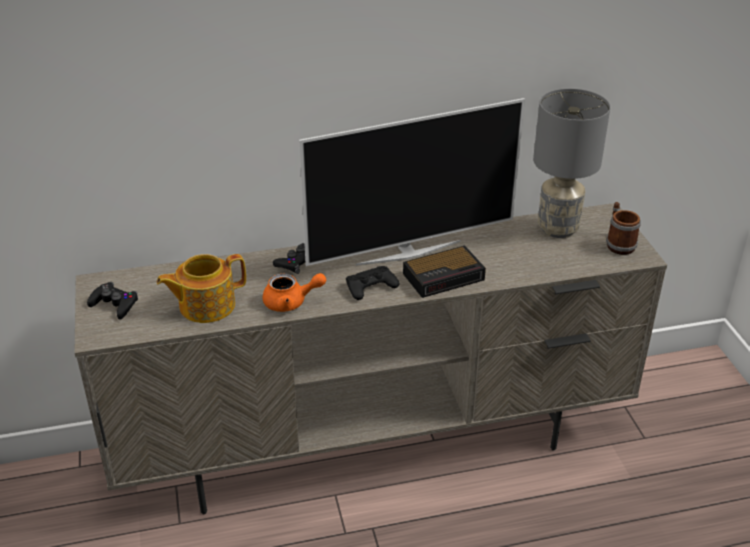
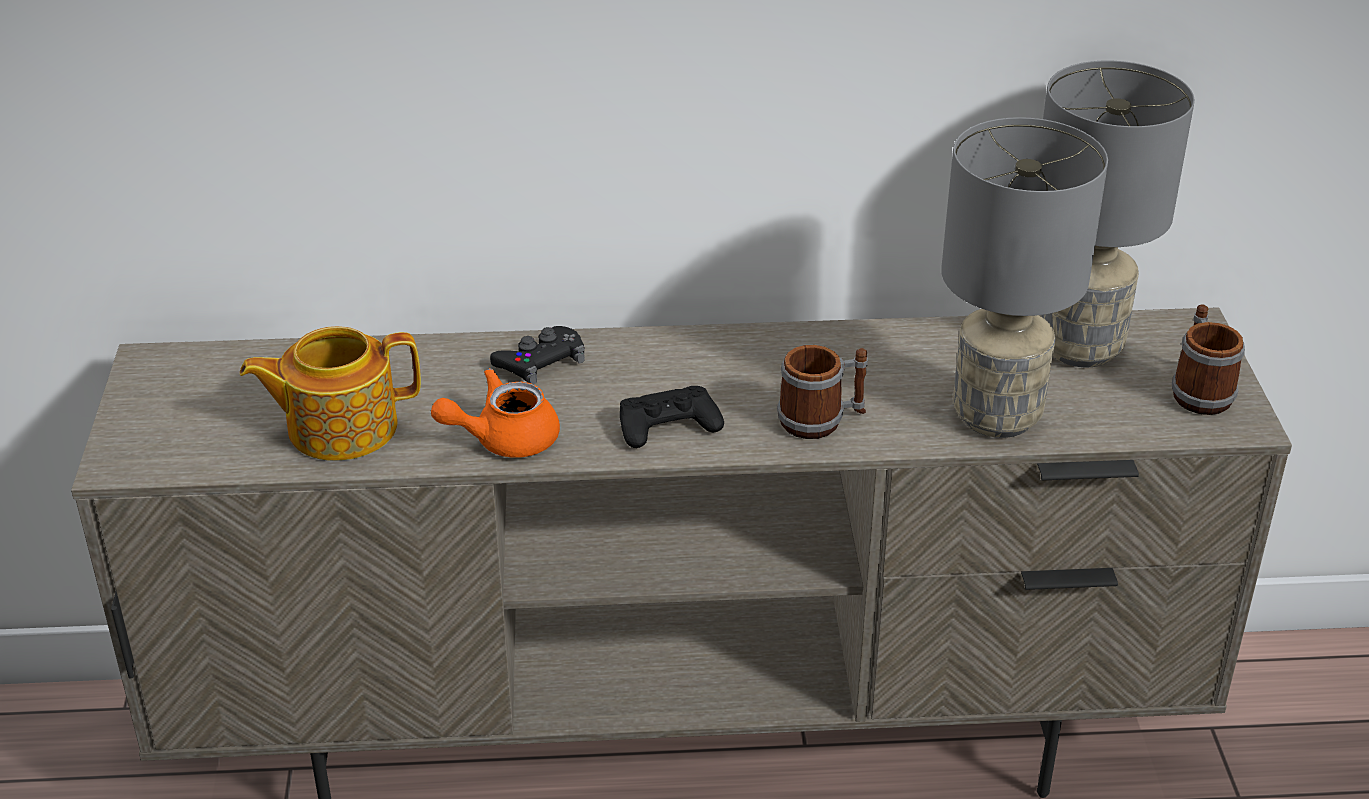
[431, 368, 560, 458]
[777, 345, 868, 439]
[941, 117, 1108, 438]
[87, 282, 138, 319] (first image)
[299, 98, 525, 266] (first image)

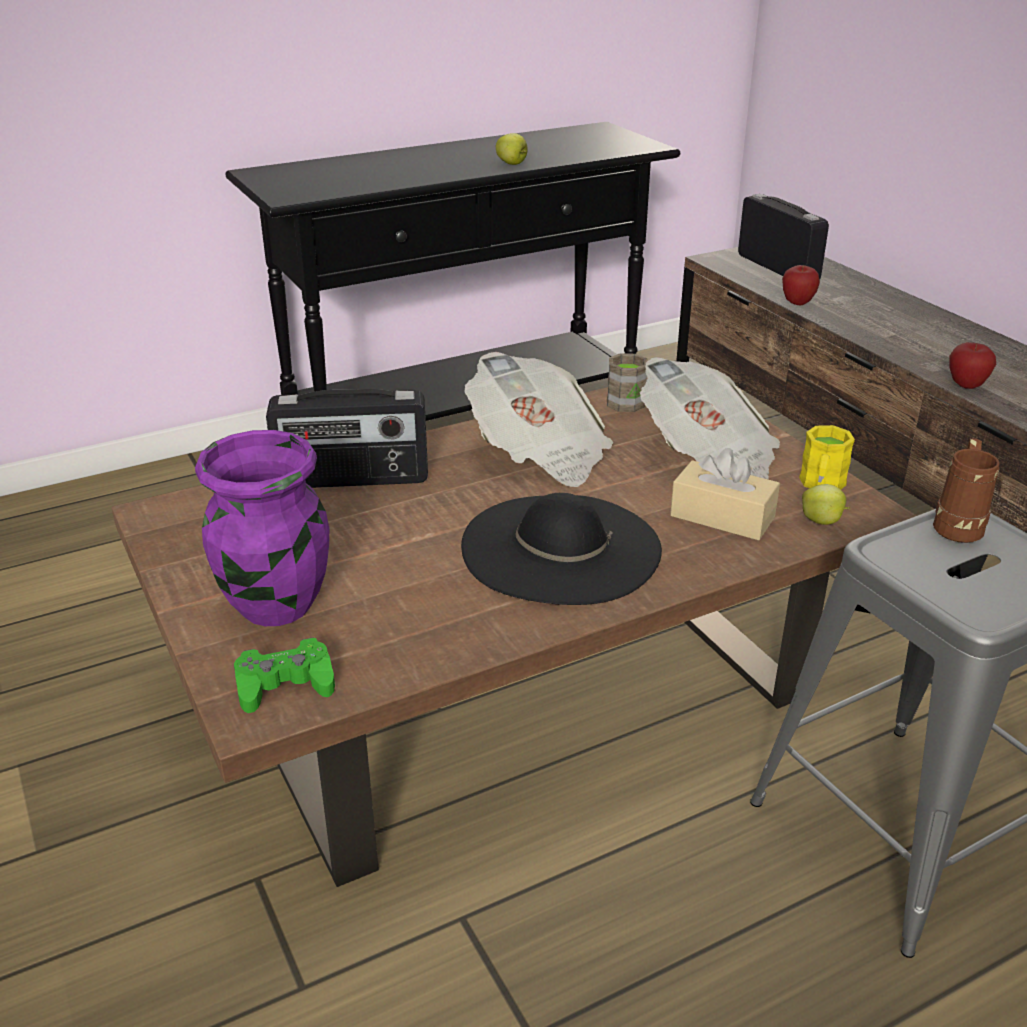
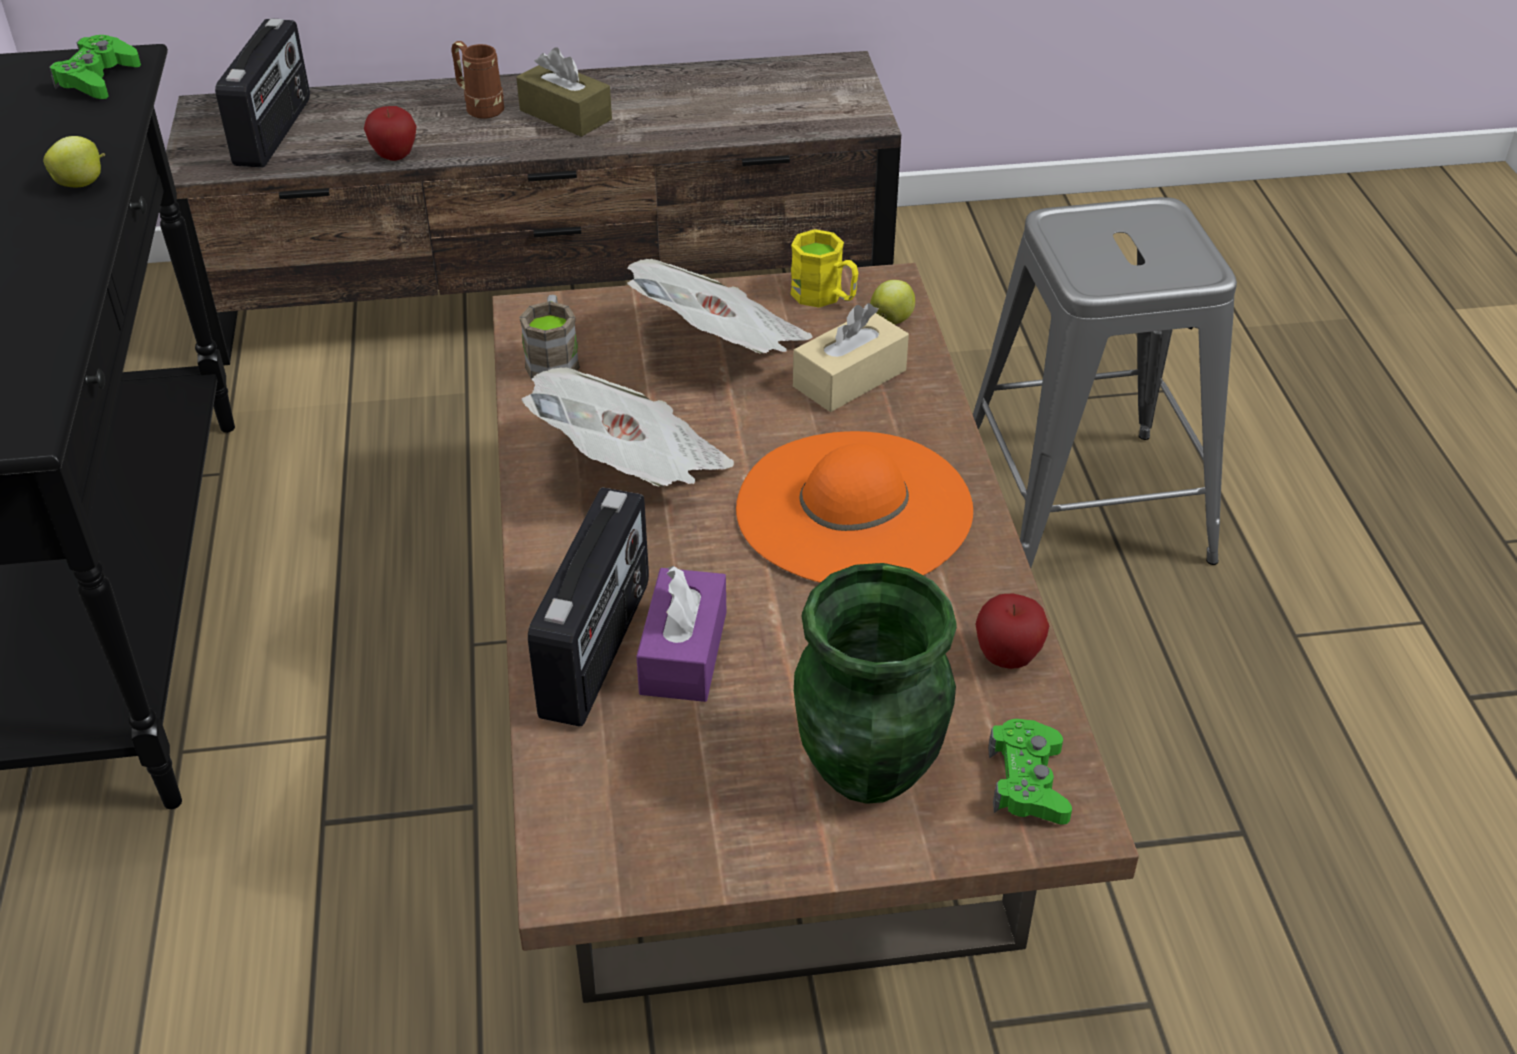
[49, 35, 141, 99]
[215, 18, 310, 168]
[451, 41, 504, 119]
[516, 48, 612, 137]
[636, 566, 726, 702]
[736, 431, 973, 583]
[794, 563, 957, 804]
[976, 594, 1049, 669]

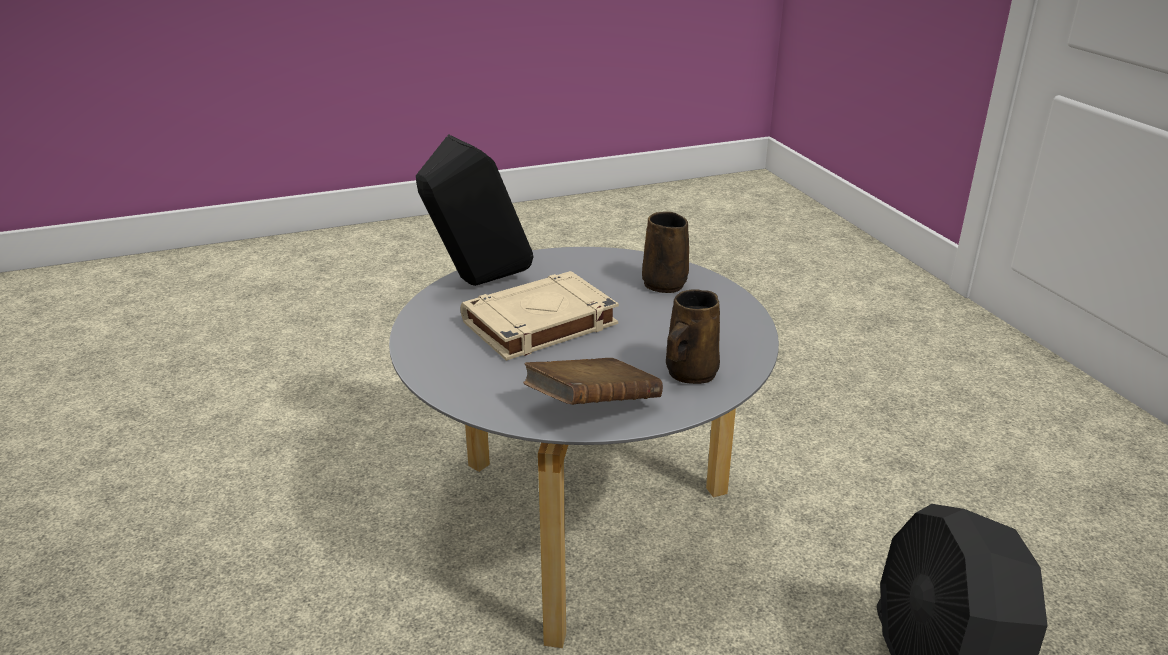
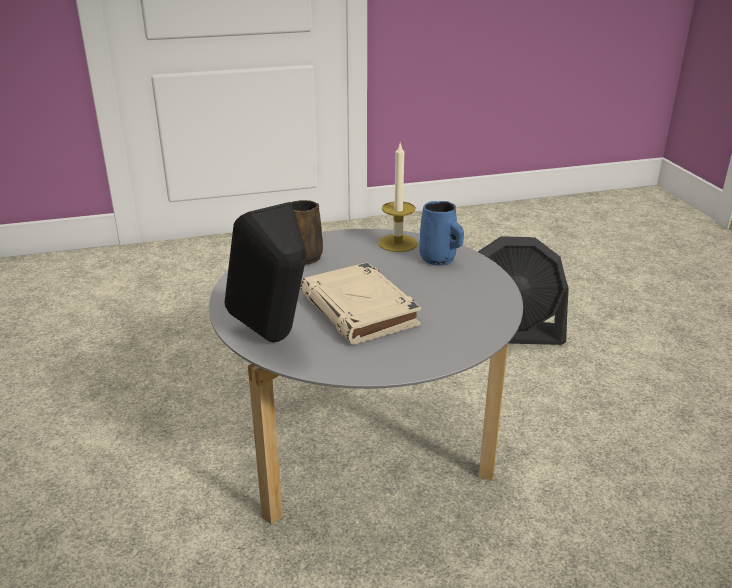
[378, 142, 417, 252]
[419, 201, 464, 266]
[523, 358, 663, 405] (first image)

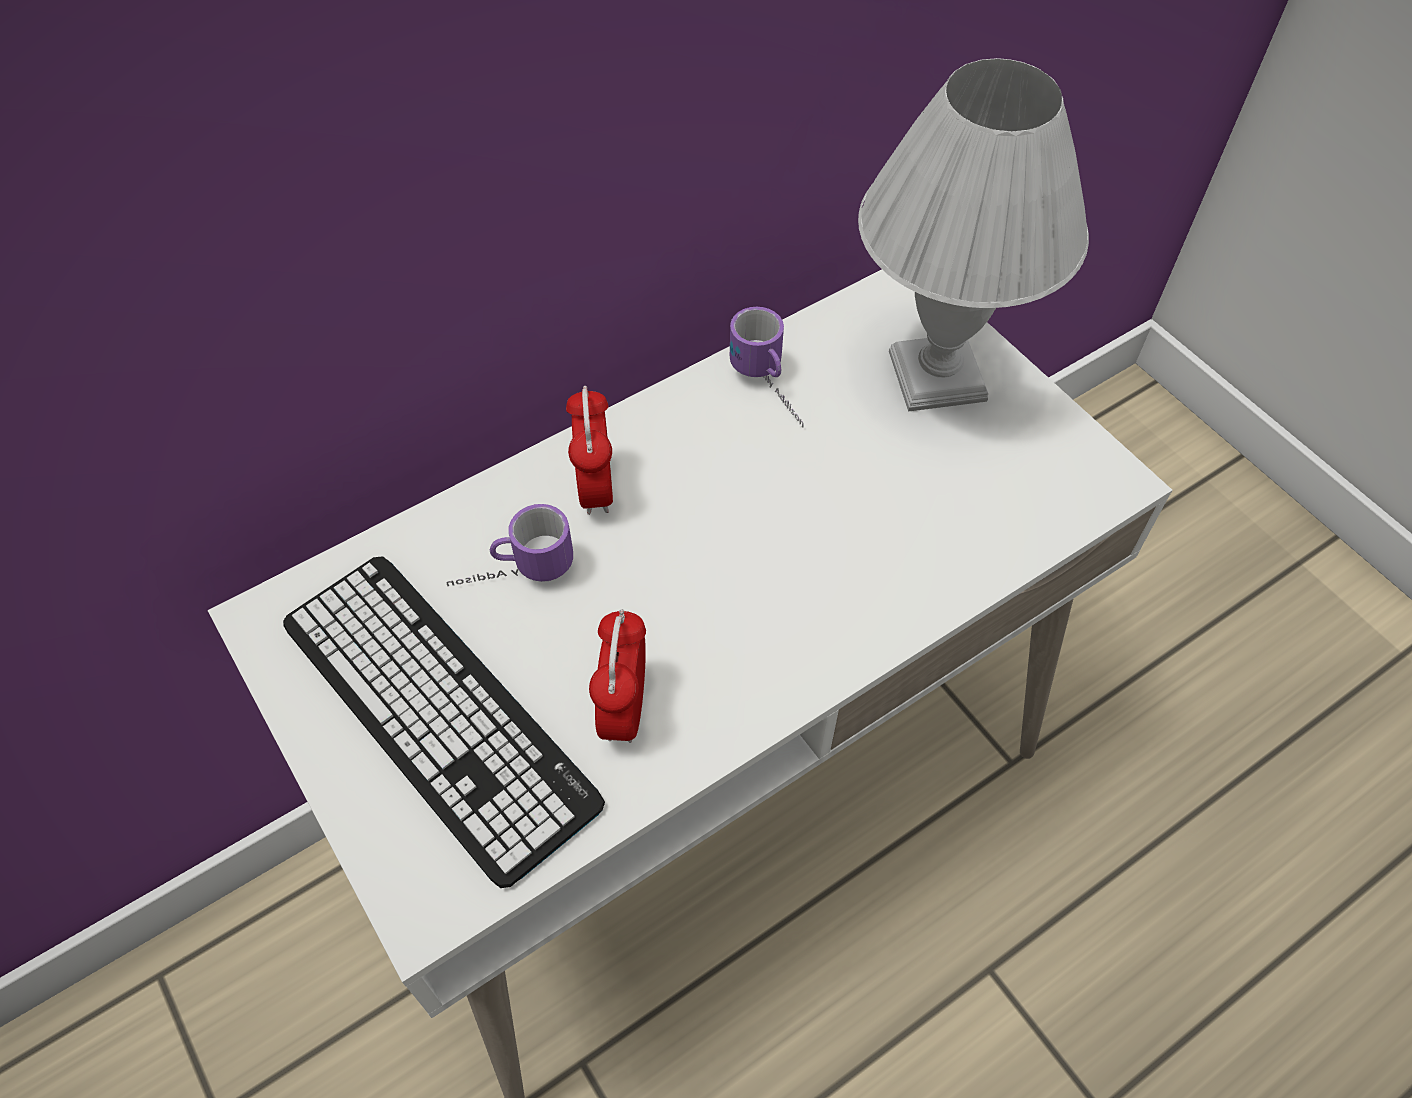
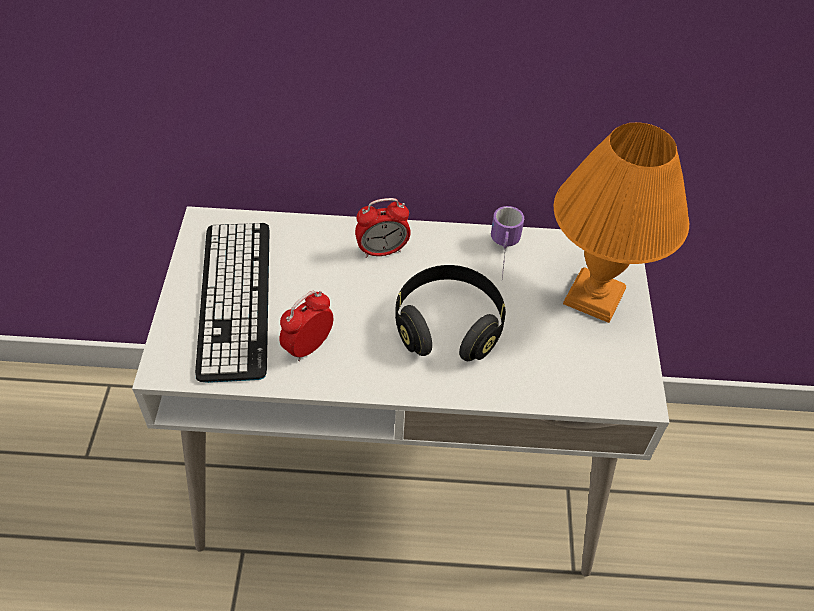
[355, 198, 411, 258]
[395, 265, 506, 361]
[554, 122, 689, 323]
[447, 504, 573, 586] (first image)

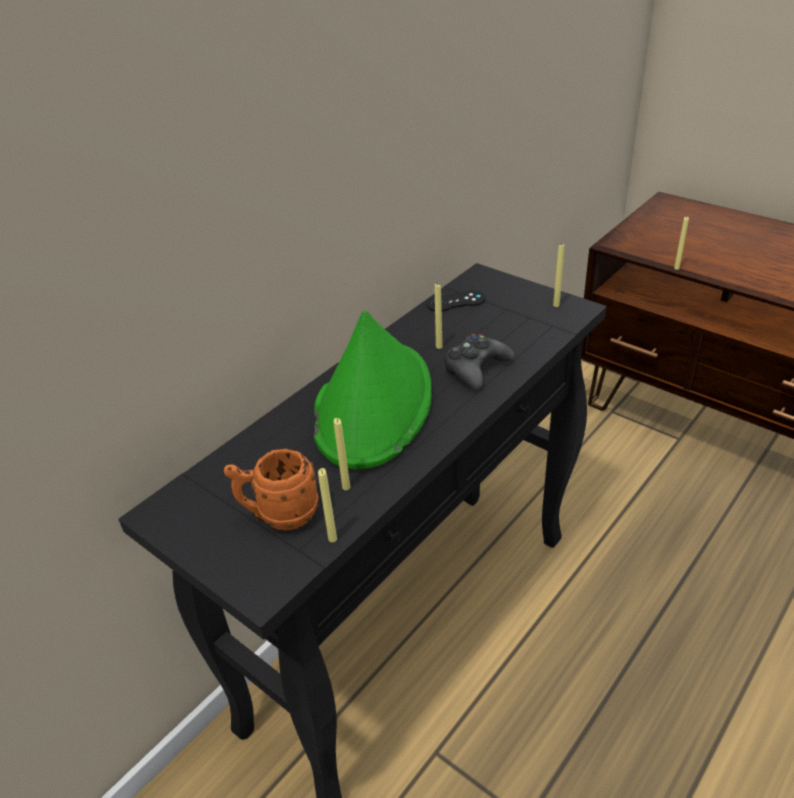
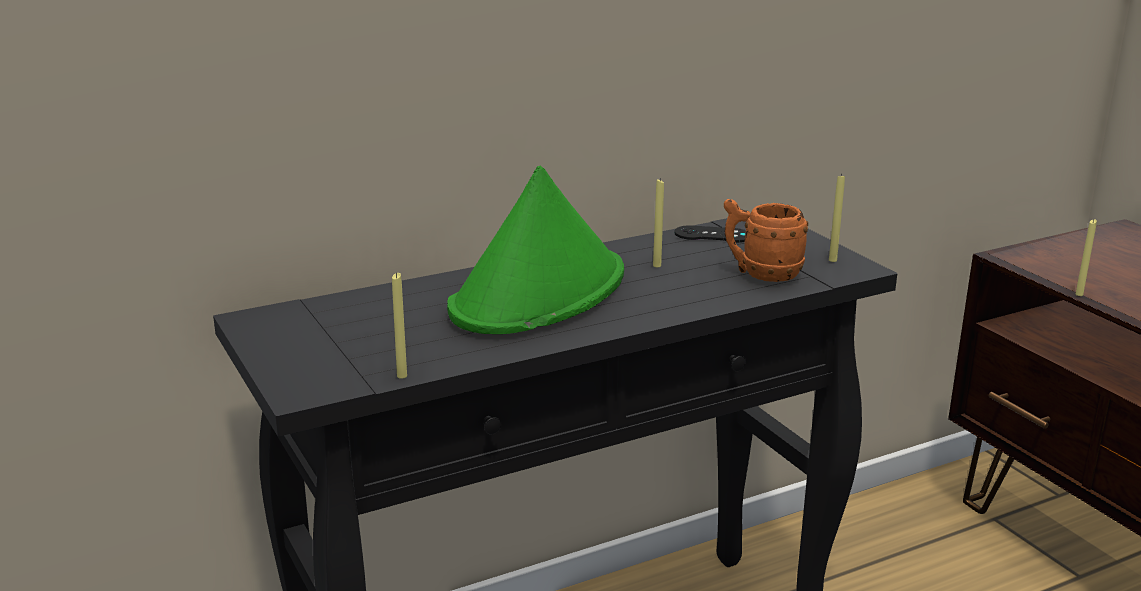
[724, 199, 808, 282]
[334, 418, 350, 490] (first image)
[445, 334, 514, 390] (first image)

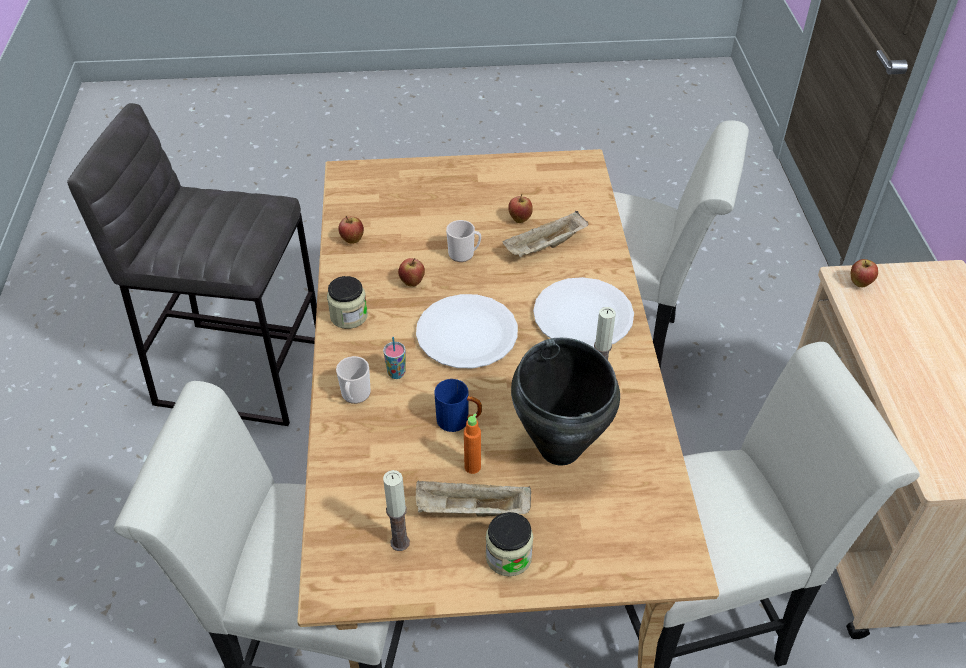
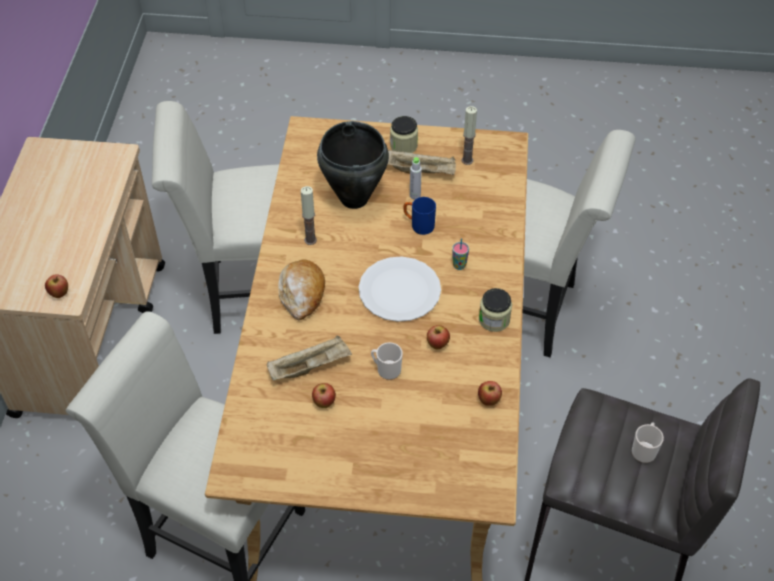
[278, 259, 325, 320]
[410, 157, 422, 199]
[632, 422, 664, 463]

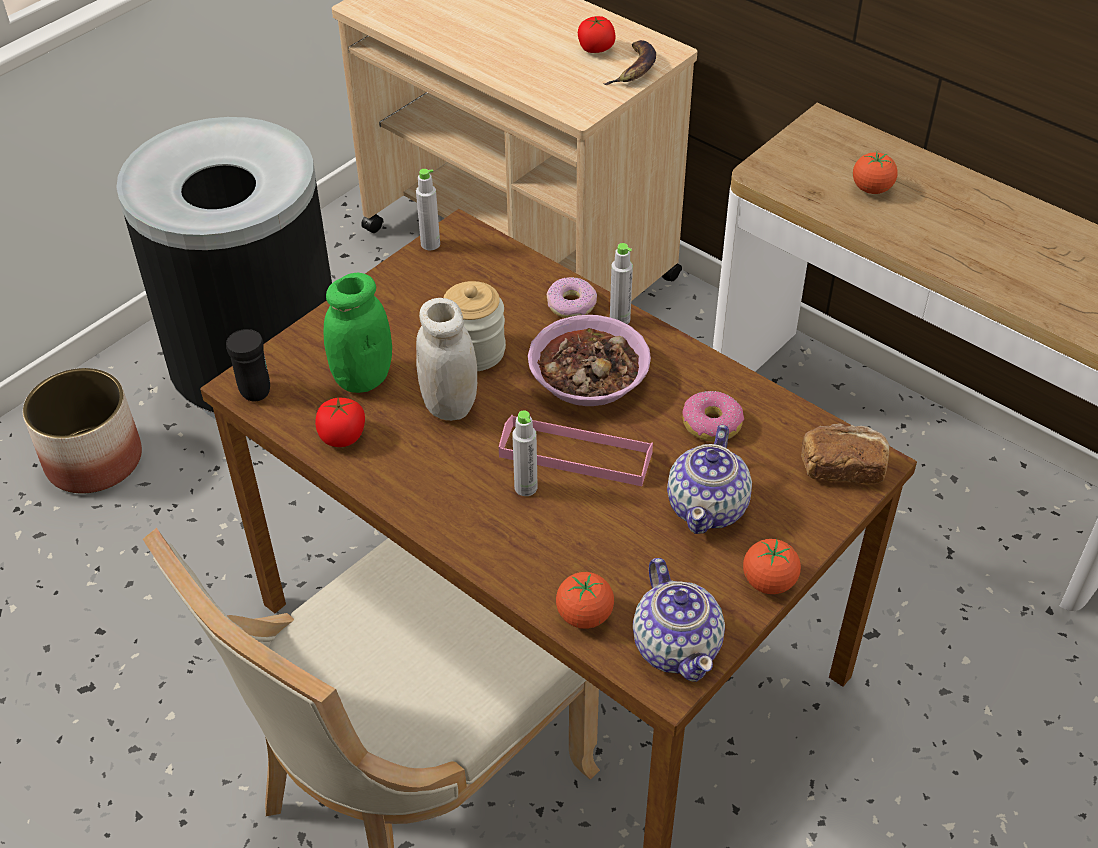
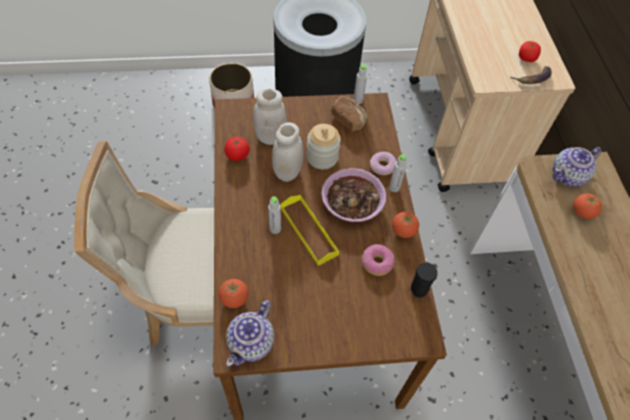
[253, 89, 287, 145]
[280, 195, 339, 265]
[330, 96, 367, 131]
[392, 212, 419, 238]
[411, 262, 438, 297]
[552, 147, 602, 187]

